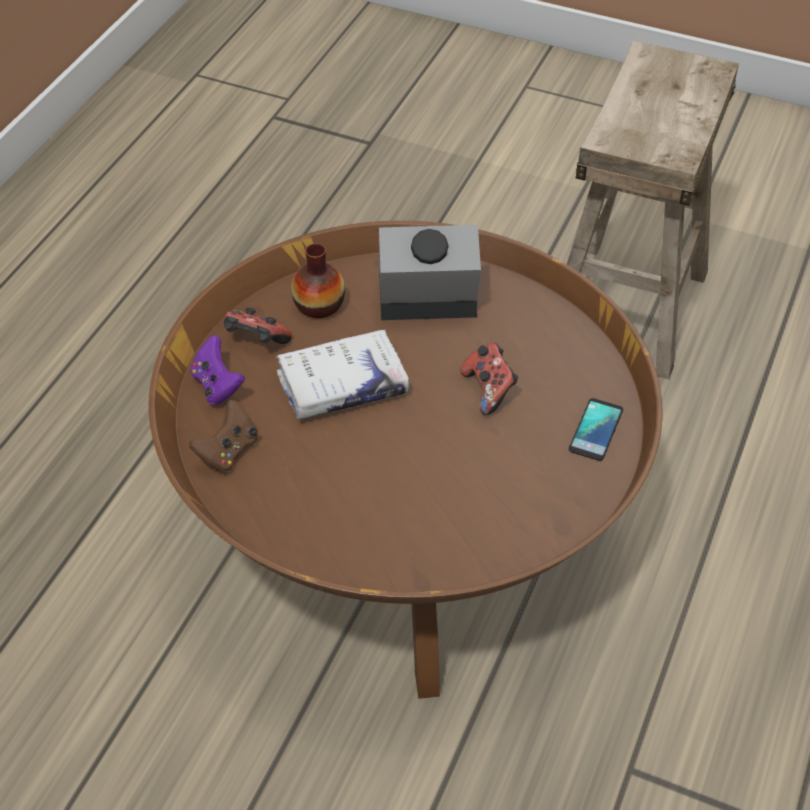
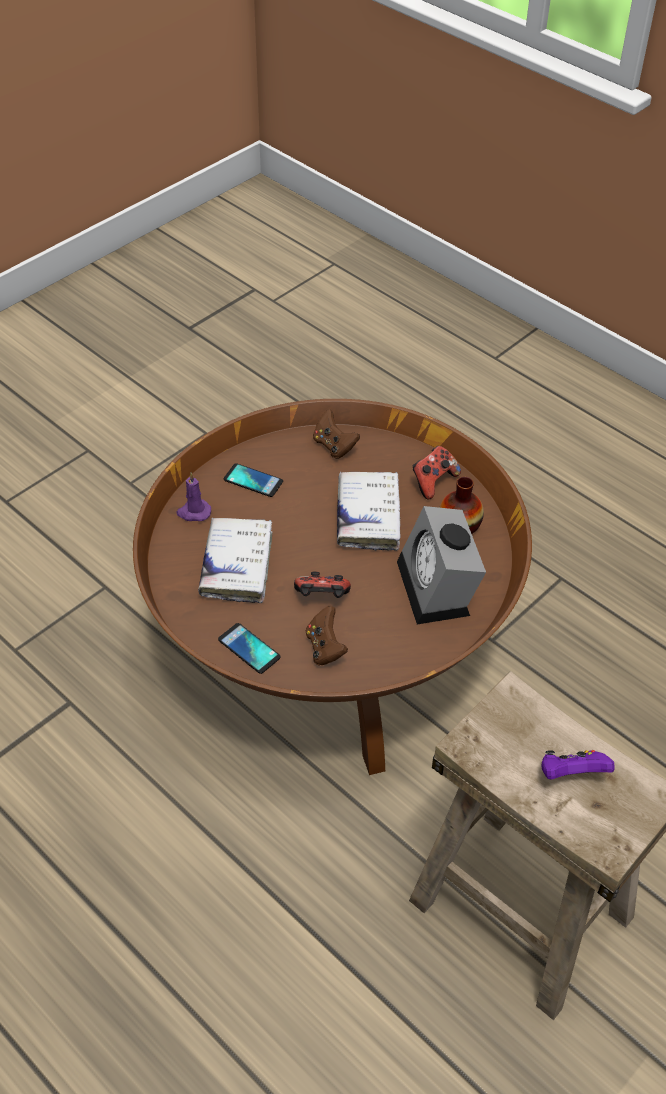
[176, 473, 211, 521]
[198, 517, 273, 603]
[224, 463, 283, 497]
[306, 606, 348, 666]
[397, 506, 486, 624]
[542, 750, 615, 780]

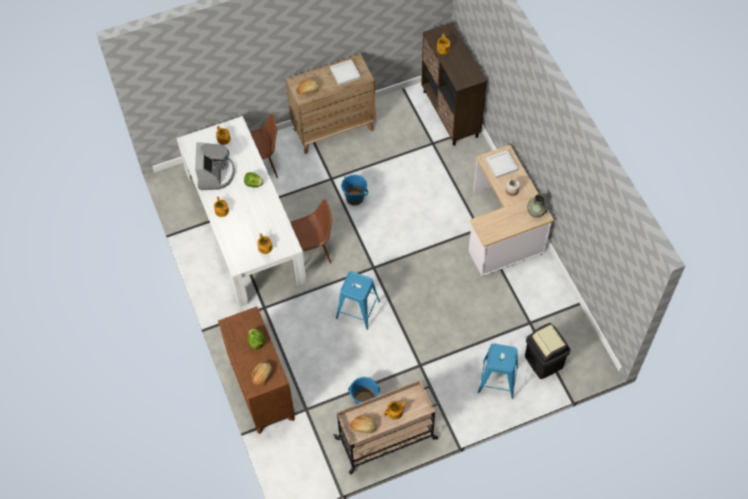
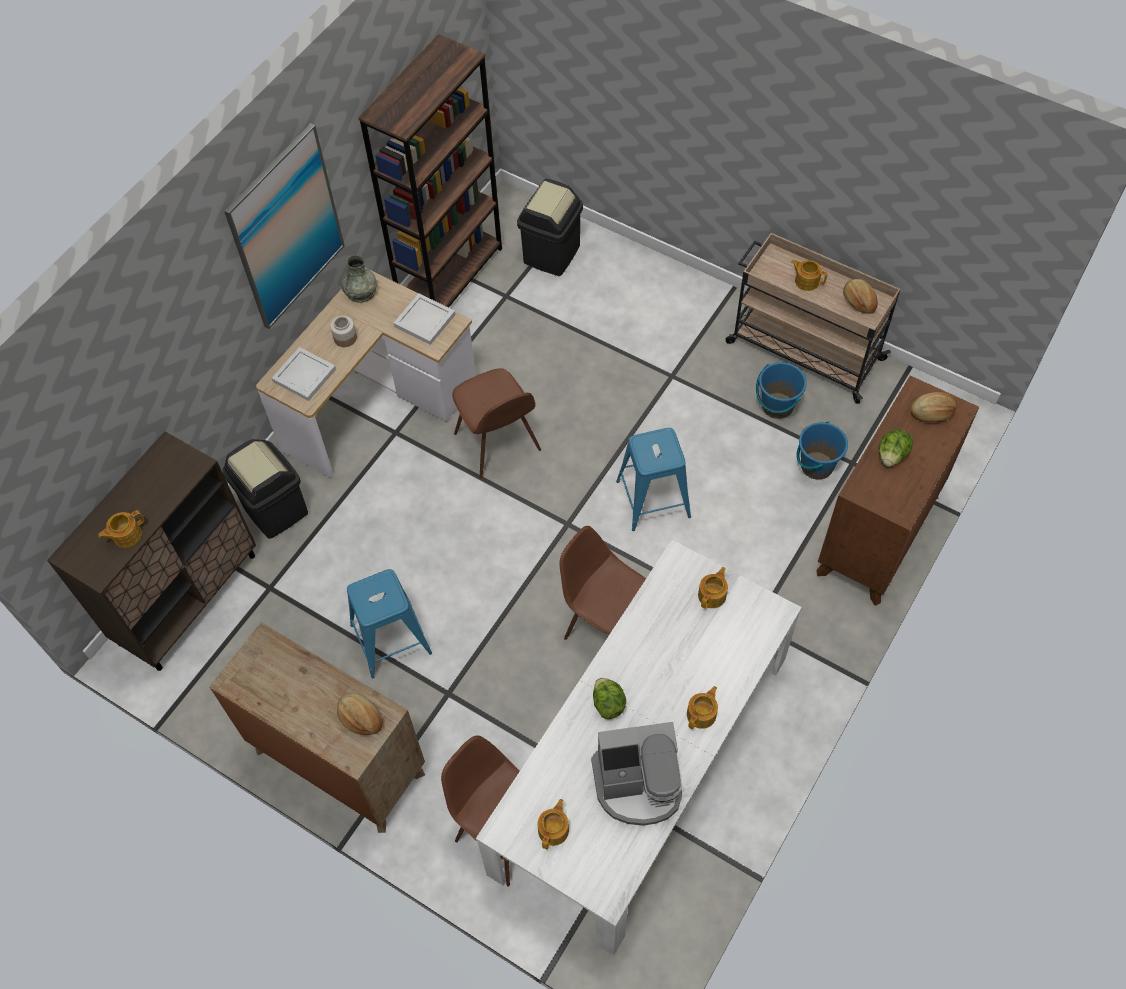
[222, 439, 308, 539]
[224, 123, 345, 329]
[347, 569, 432, 678]
[359, 34, 502, 308]
[394, 293, 455, 345]
[452, 368, 541, 478]
[591, 722, 682, 826]
[796, 421, 848, 480]

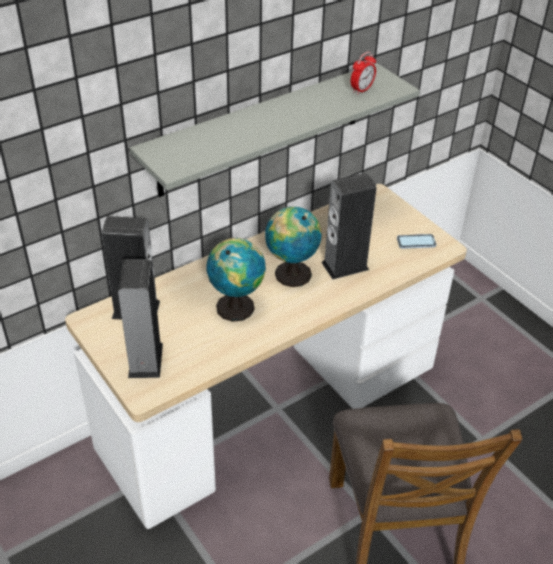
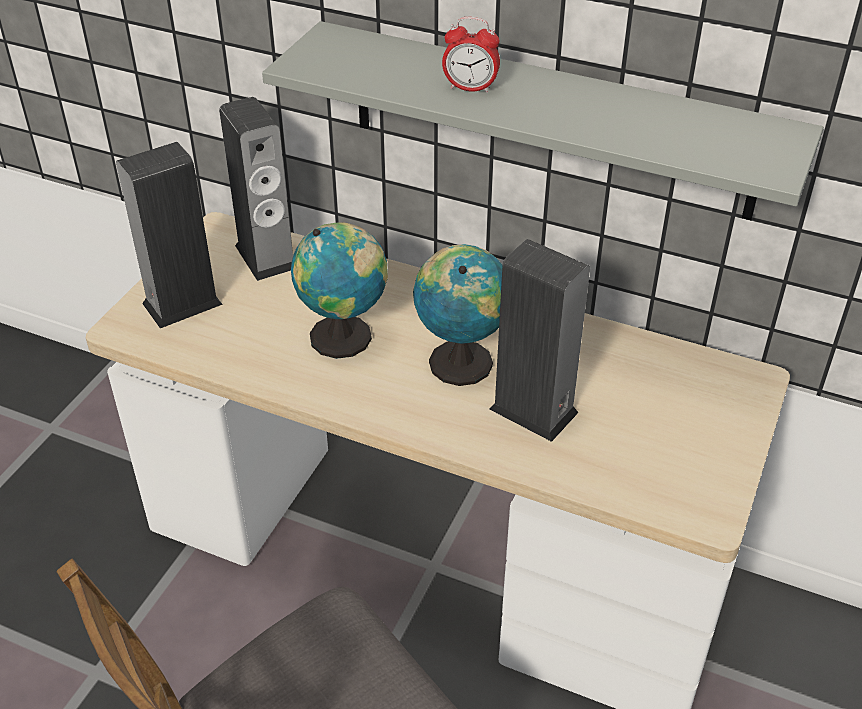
[442, 17, 500, 93]
[397, 234, 436, 249] (first image)

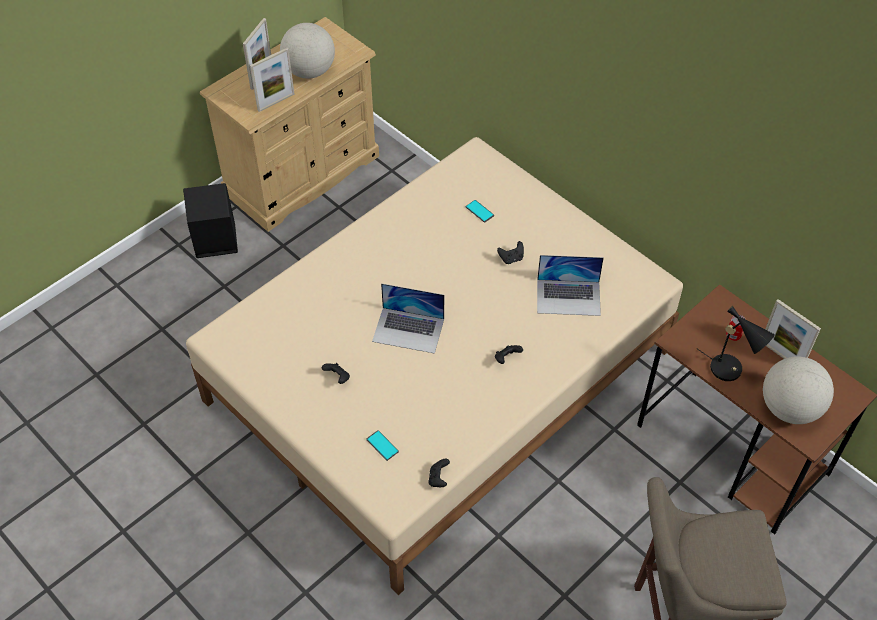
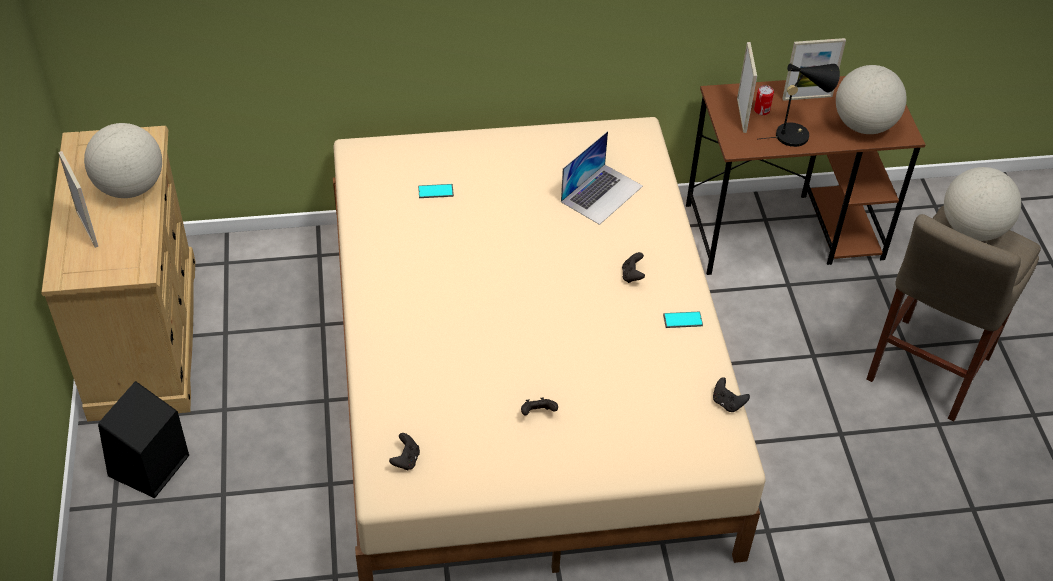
[389, 433, 420, 470]
[663, 312, 703, 328]
[737, 42, 757, 133]
[944, 167, 1021, 241]
[372, 283, 444, 354] (first image)

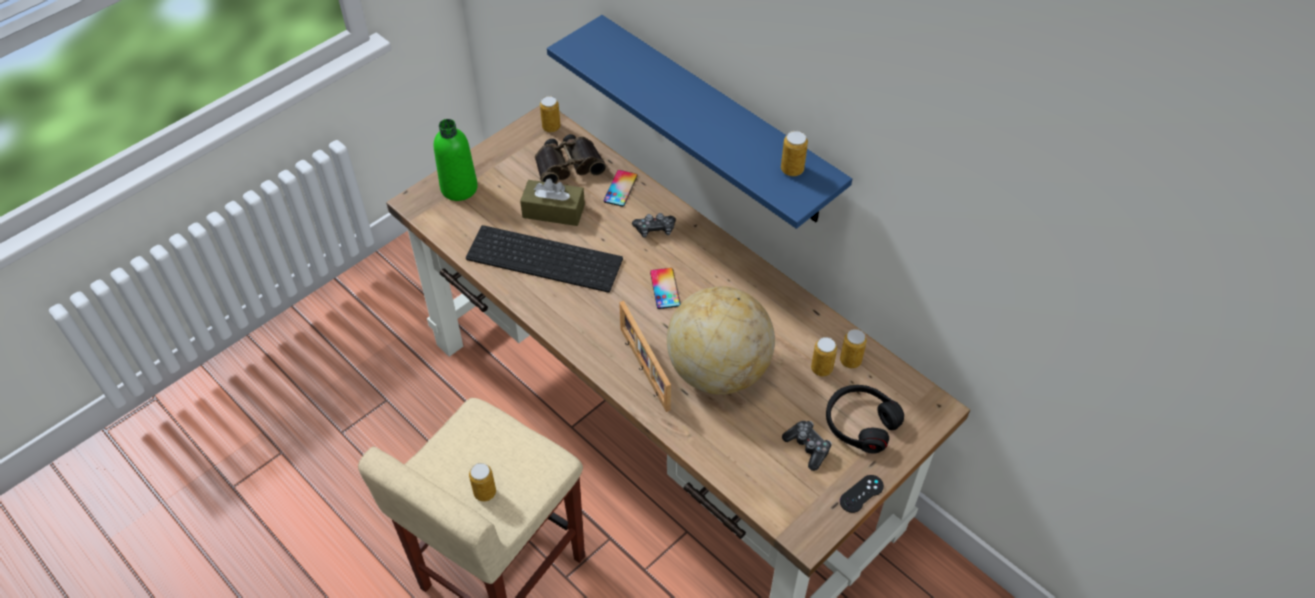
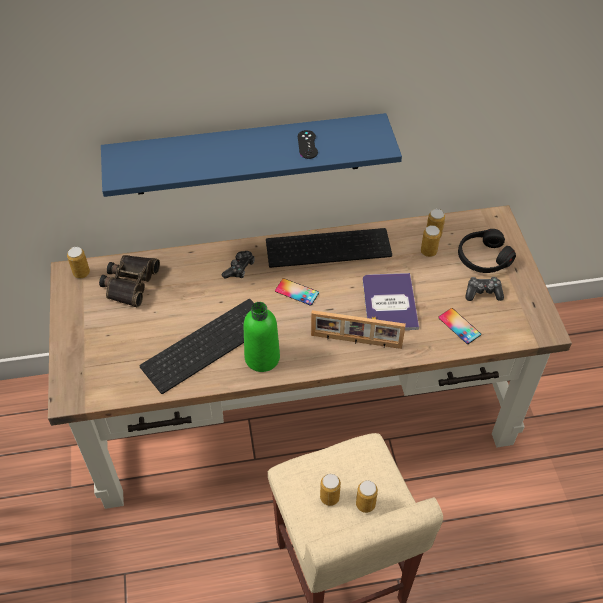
[244, 302, 280, 372]
[266, 228, 392, 268]
[298, 130, 318, 159]
[320, 474, 341, 506]
[362, 273, 419, 330]
[438, 308, 481, 344]
[520, 178, 585, 226] (first image)

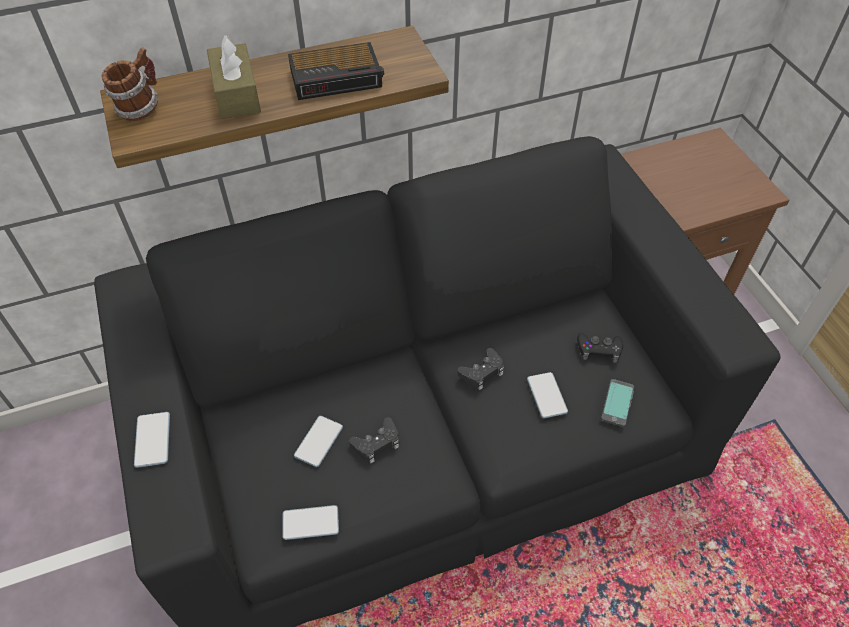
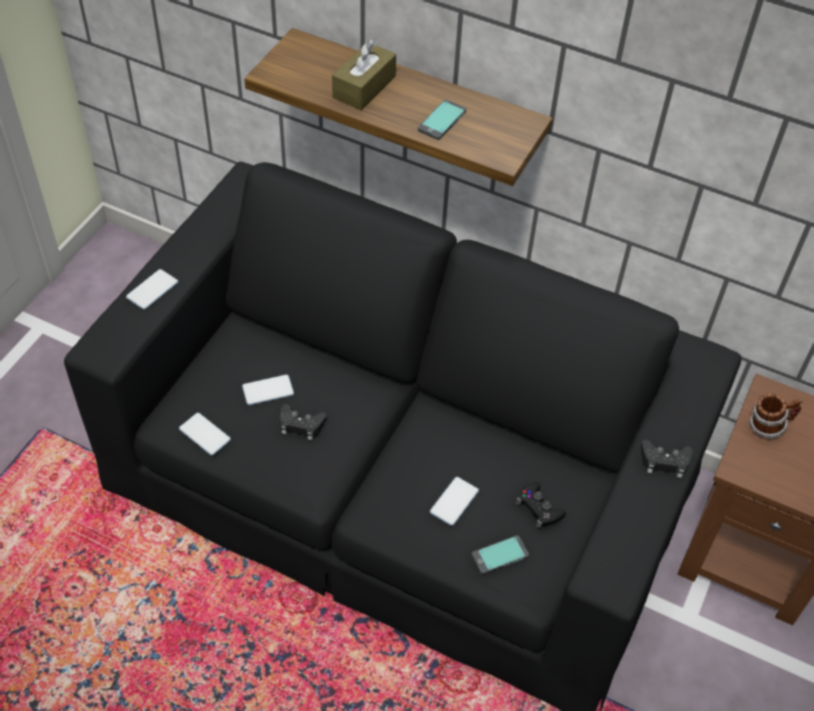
[418, 99, 466, 140]
[641, 440, 693, 478]
[749, 393, 803, 440]

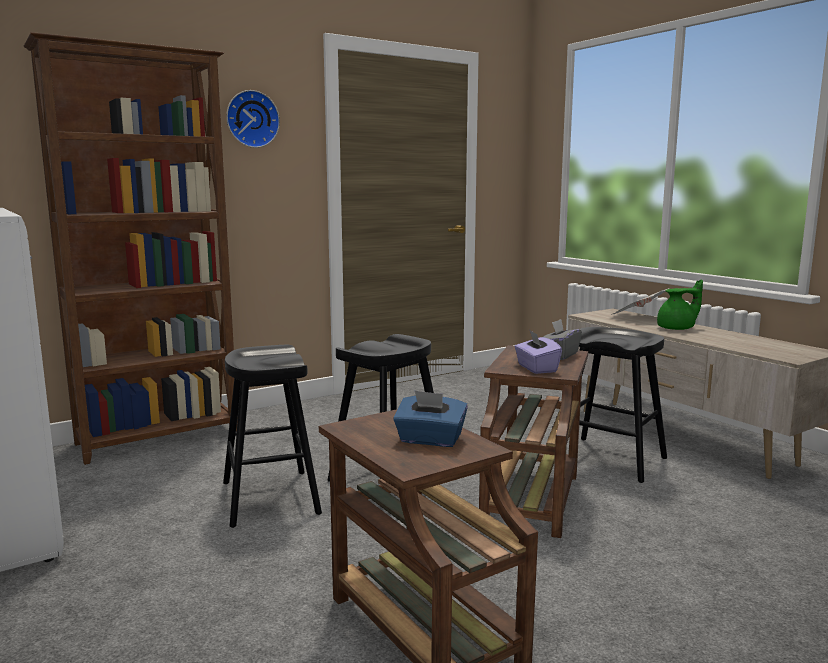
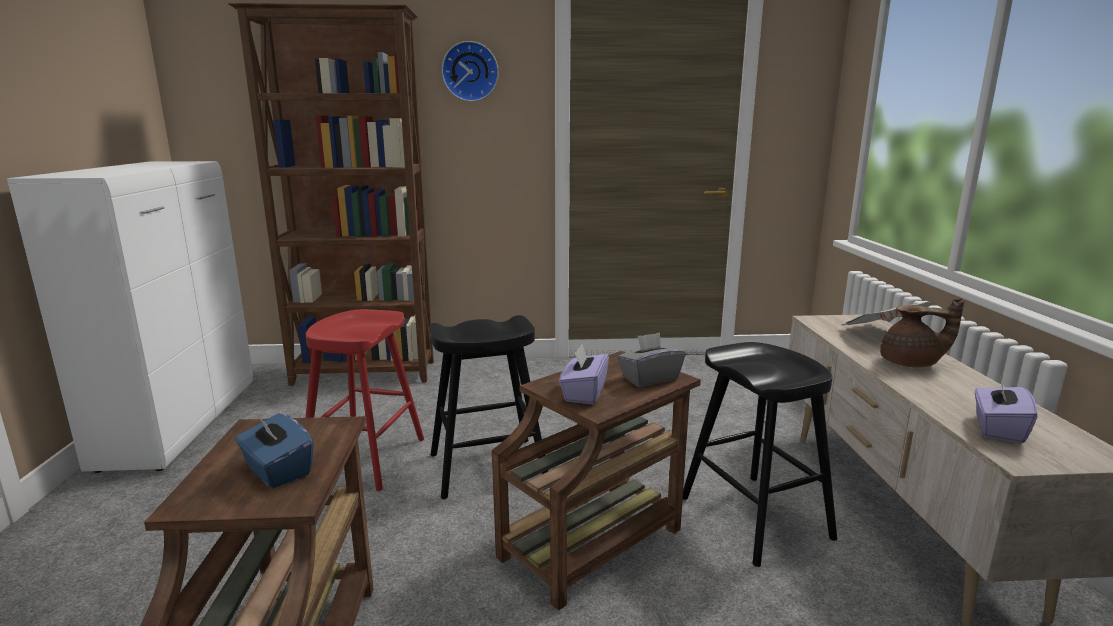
[305, 309, 424, 491]
[880, 298, 964, 368]
[975, 374, 1037, 444]

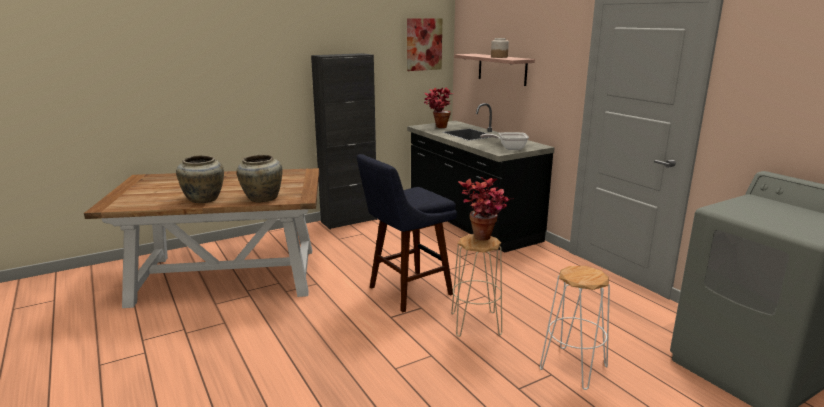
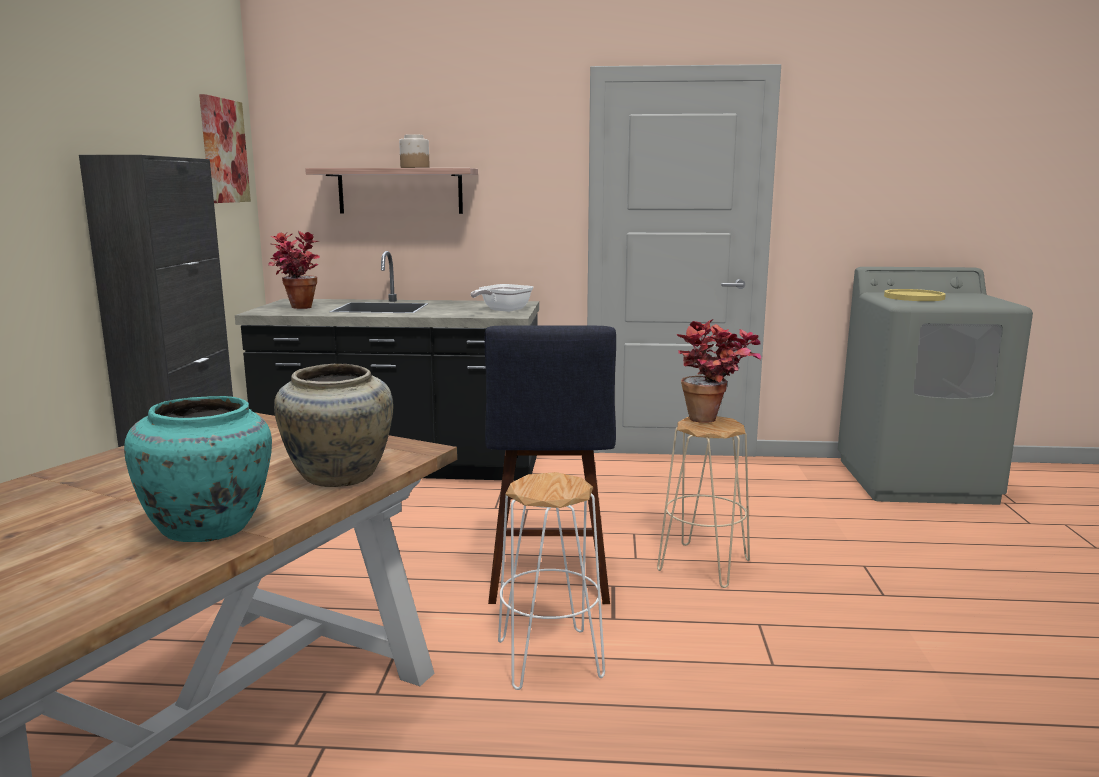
[124, 396, 272, 542]
[498, 472, 605, 690]
[884, 289, 946, 301]

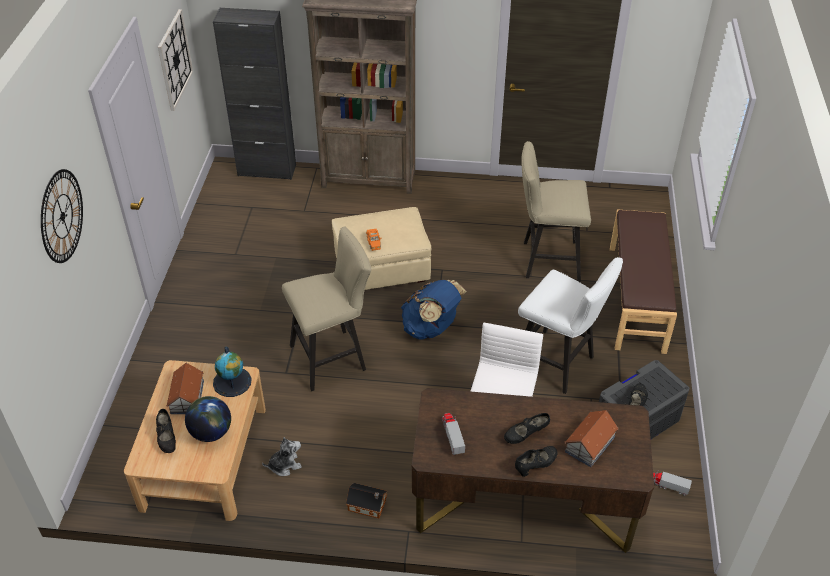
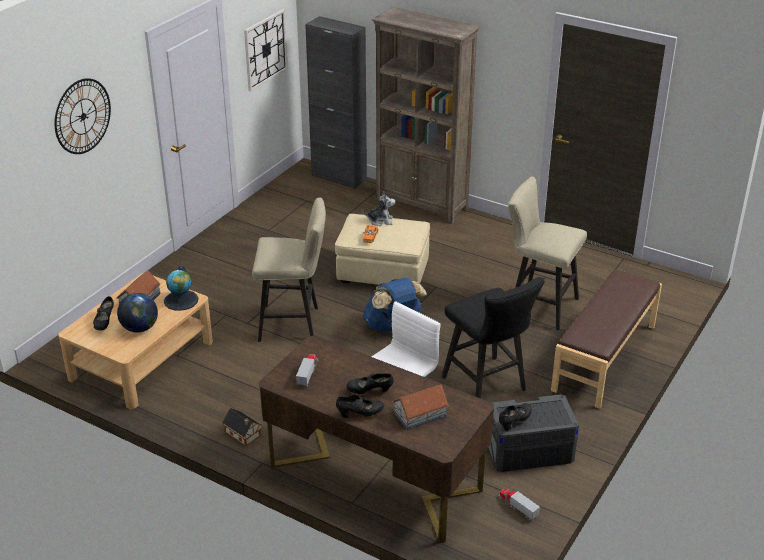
[363, 191, 395, 226]
[441, 277, 545, 398]

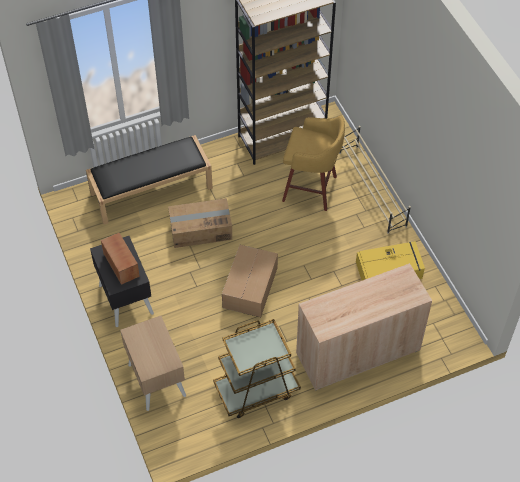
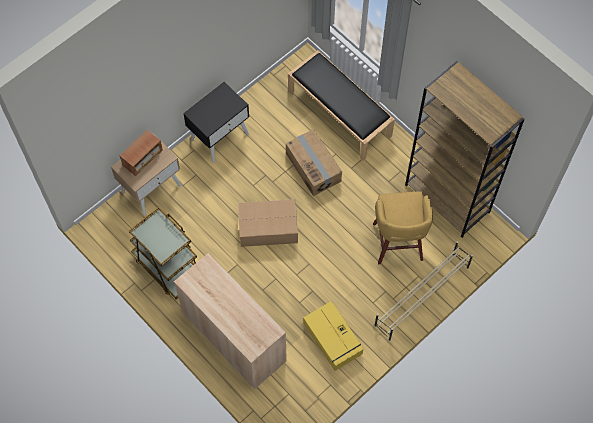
[120, 130, 163, 176]

